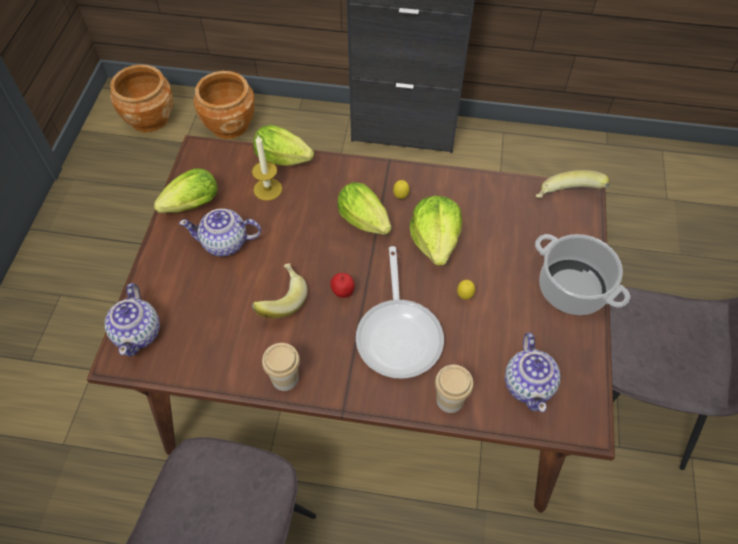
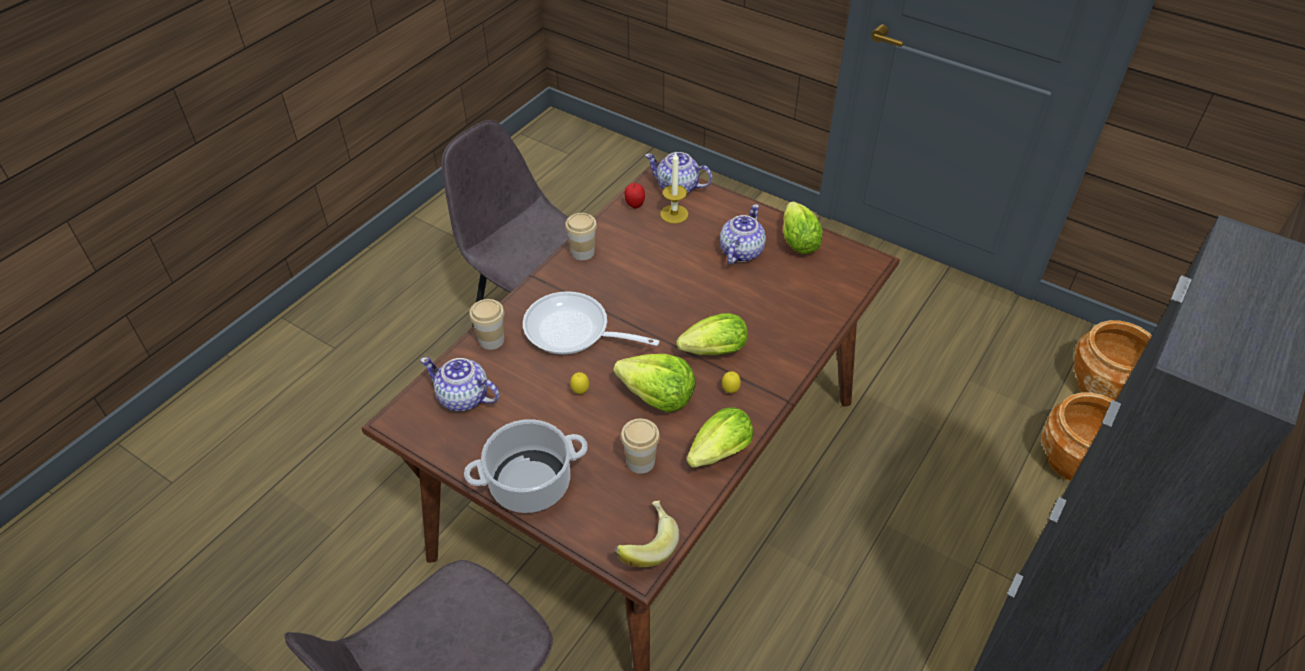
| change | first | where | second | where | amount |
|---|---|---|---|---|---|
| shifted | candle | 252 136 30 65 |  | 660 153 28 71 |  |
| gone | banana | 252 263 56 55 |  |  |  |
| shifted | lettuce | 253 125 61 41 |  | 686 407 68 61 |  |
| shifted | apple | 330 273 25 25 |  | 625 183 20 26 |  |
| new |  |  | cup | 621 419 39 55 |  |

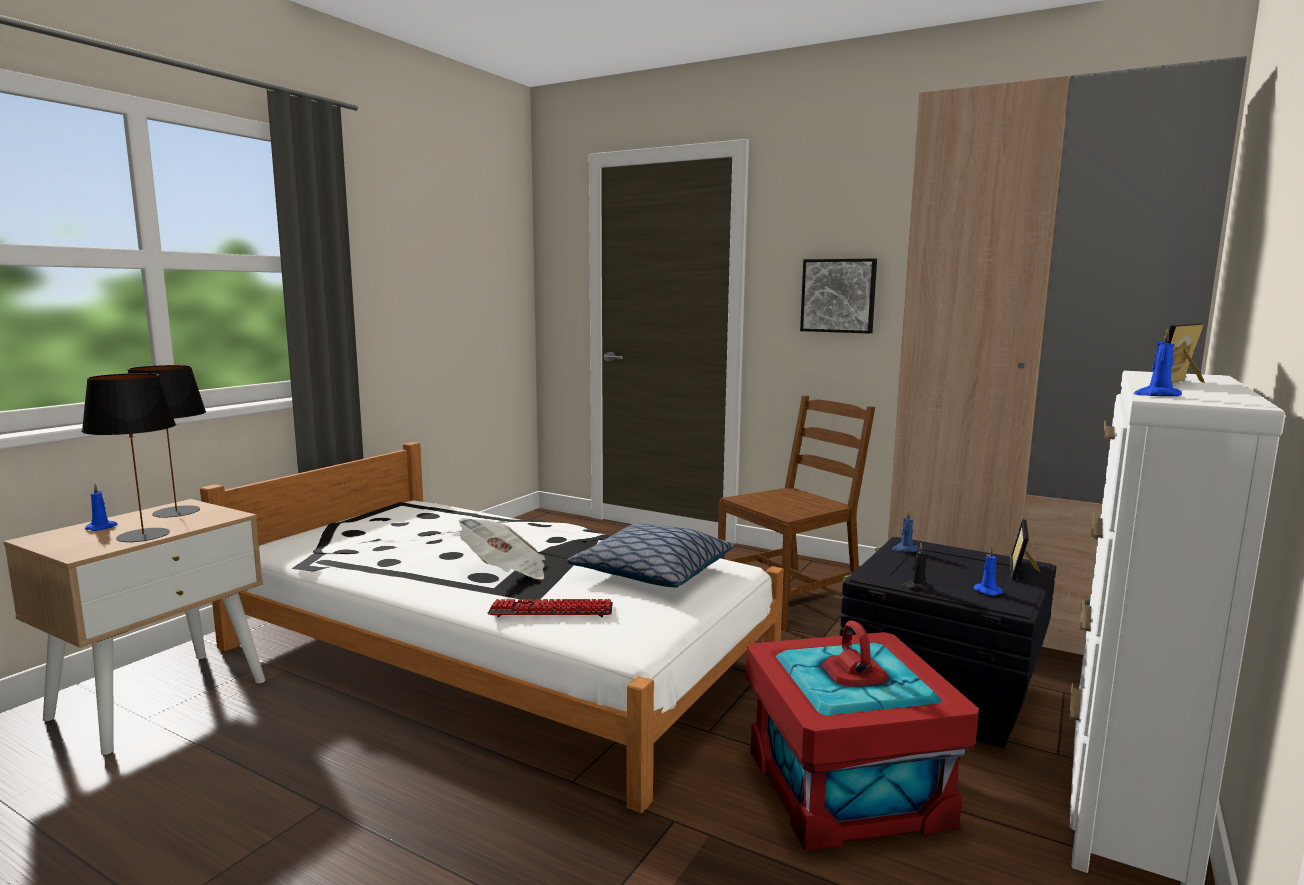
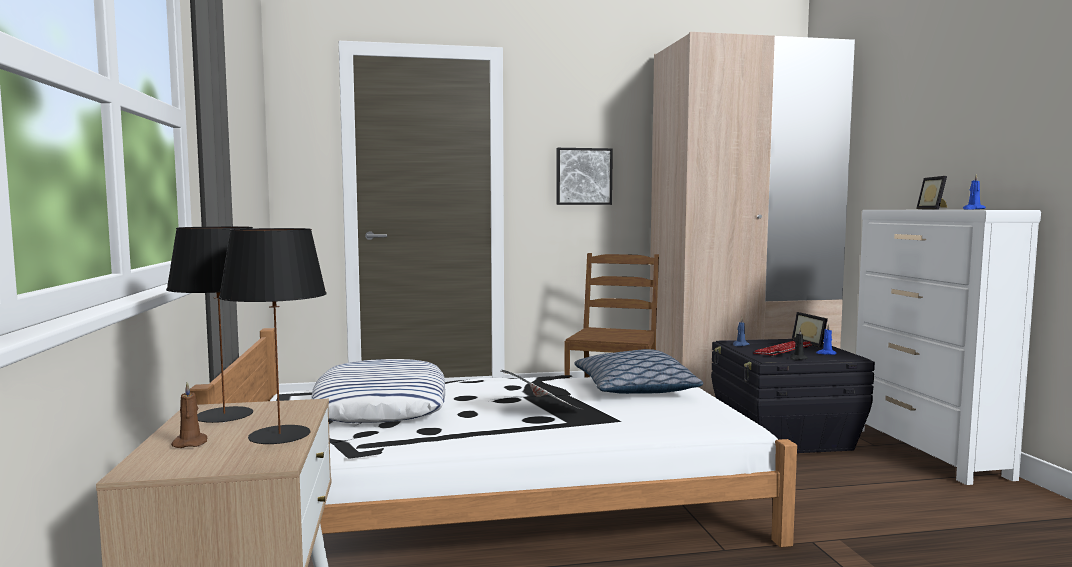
| change | first | where | second | where | amount |
|---|---|---|---|---|---|
| repainted | blue candle | 85 483 32 48 | brown candle | 171 382 37 66 |  |
| shifted | keyboard | 488 599 125 18 |  | 753 341 59 16 |  |
| gone | red storage box | 746 620 233 231 |  |  |  |
| new |  |  | pillow | 311 359 134 64 |  |

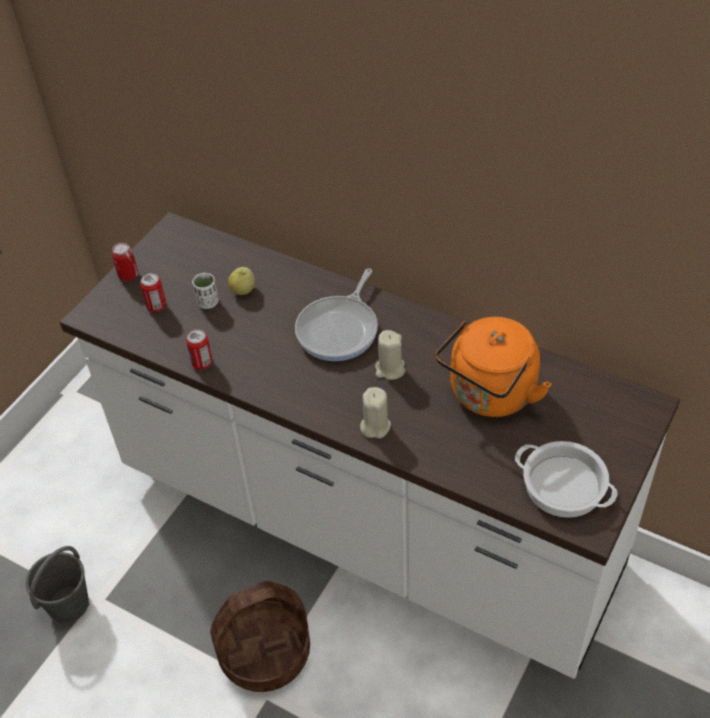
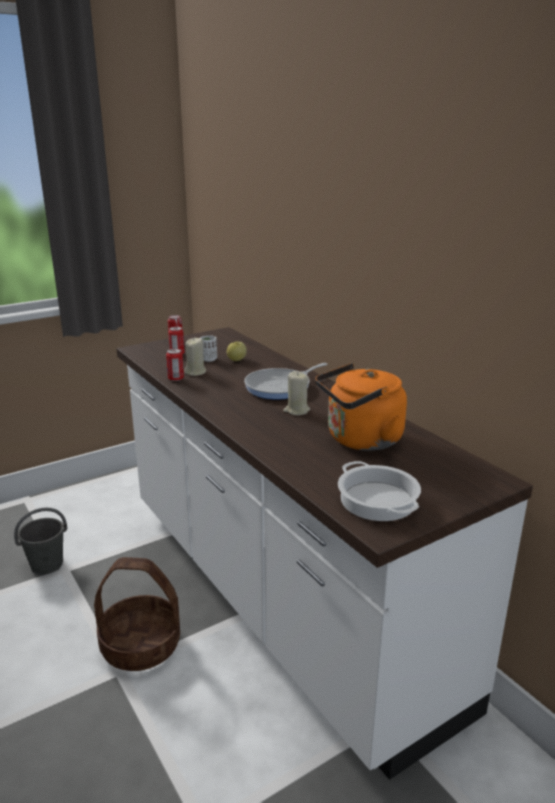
| change | first | where | second | where | amount |
|---|---|---|---|---|---|
| shifted | beige candle | 360 387 31 51 |  | 184 338 22 38 |  |

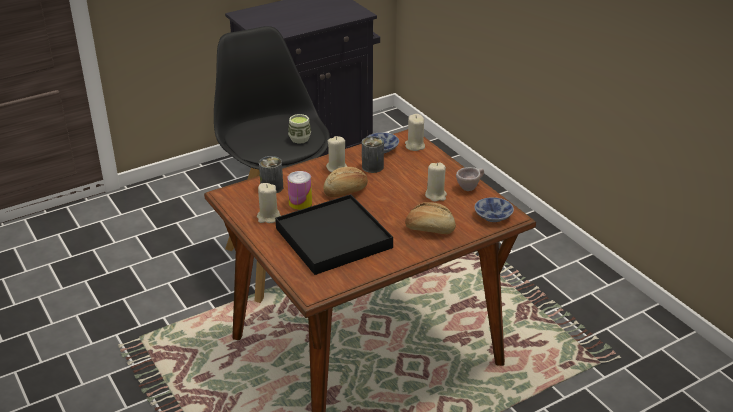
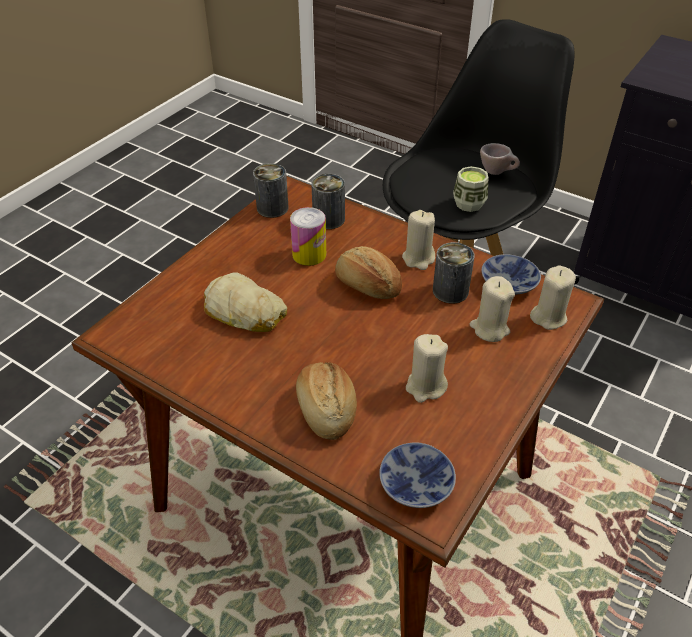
| change | first | where | second | where | amount |
|---|---|---|---|---|---|
| shifted | beige candle | 257 183 24 40 |  | 470 276 45 66 |  |
| swapped | black tray | 275 194 118 81 | bread | 204 272 83 60 |  |
| shifted | beige cup | 456 167 28 24 |  | 480 143 40 32 |  |
| new |  |  | can | 253 163 36 55 |  |

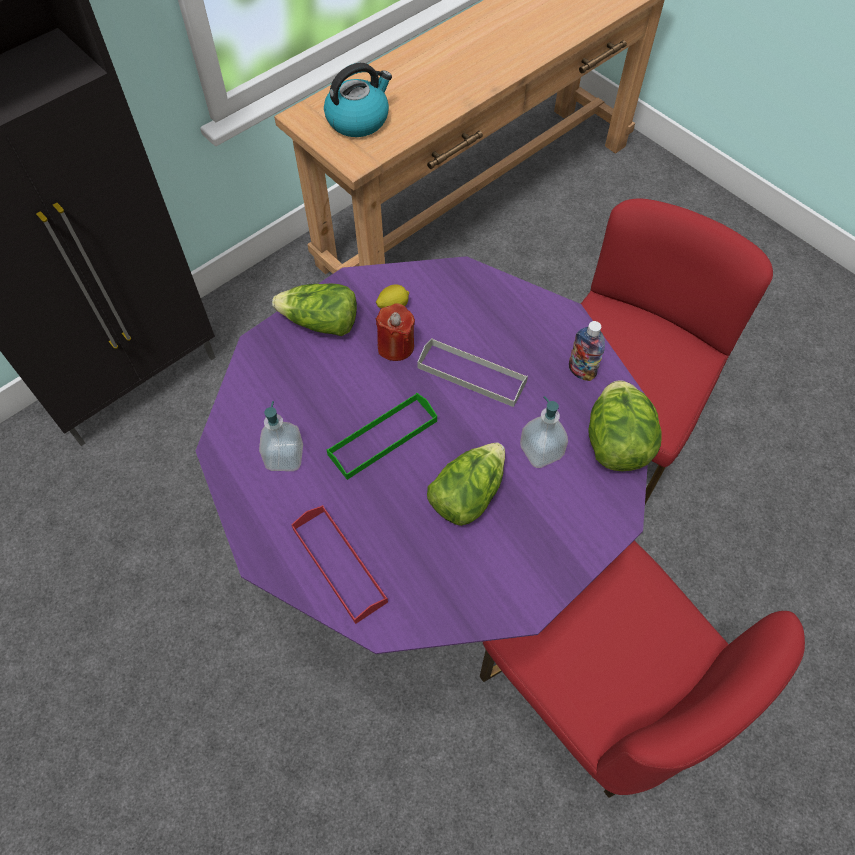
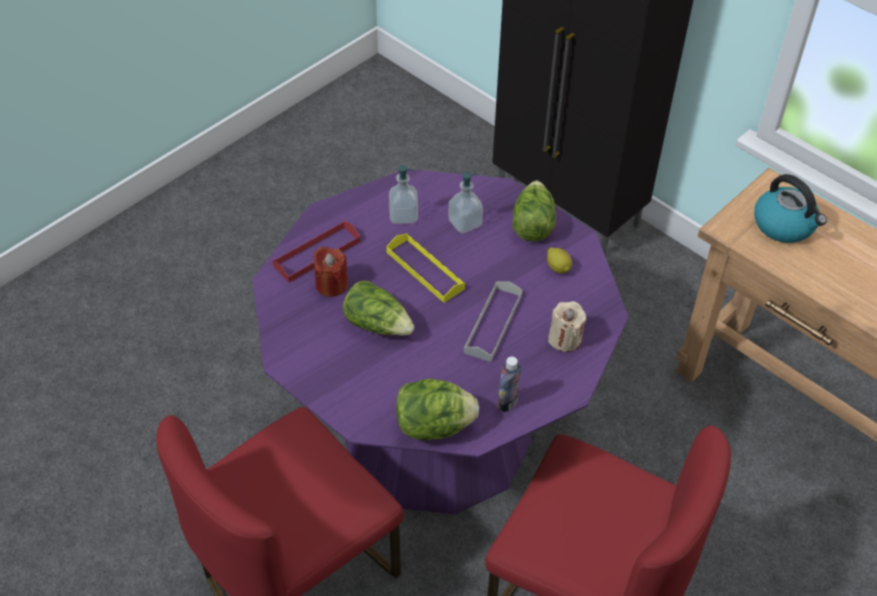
| change | first | where | second | where | amount |
|---|---|---|---|---|---|
| repainted | green tray | 326 393 111 87 | yellow tray | 386 234 79 69 |  |
| shifted | red candle | 376 303 39 58 |  | 313 247 35 50 |  |
| shifted | soap dispenser | 520 396 48 72 |  | 448 172 35 61 |  |
| new |  |  | beige candle | 548 301 39 51 |  |

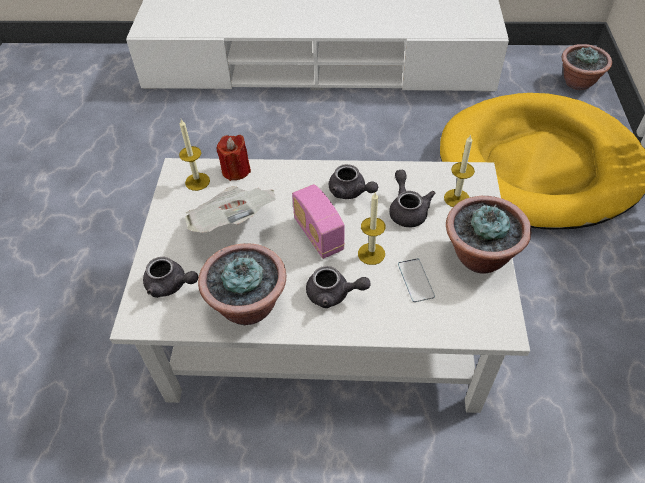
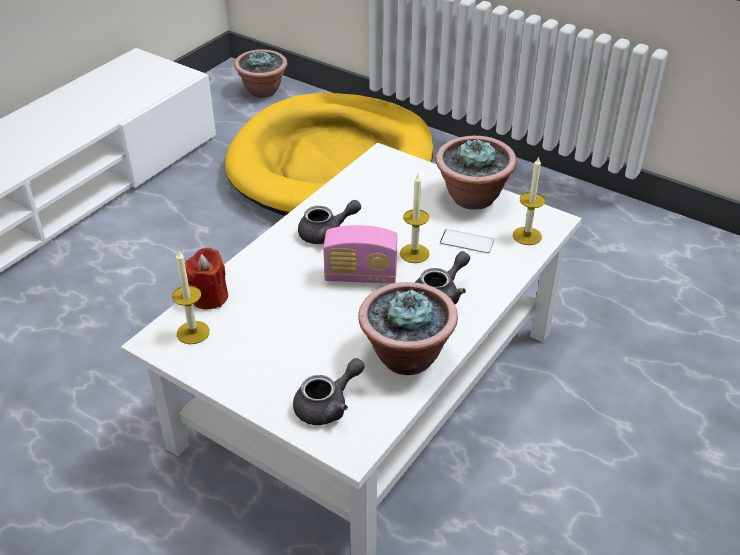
| change | first | where | second | where | amount |
|---|---|---|---|---|---|
| gone | newspaper | 185 186 91 47 |  |  |  |
| gone | grey teapot | 389 170 46 57 |  |  |  |
| shifted | candle | 444 134 31 73 |  | 513 156 32 89 |  |

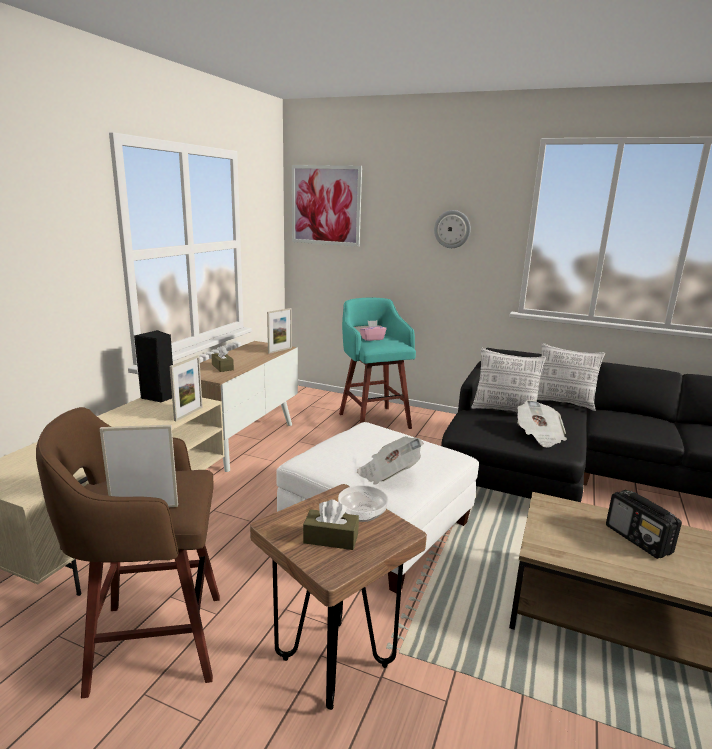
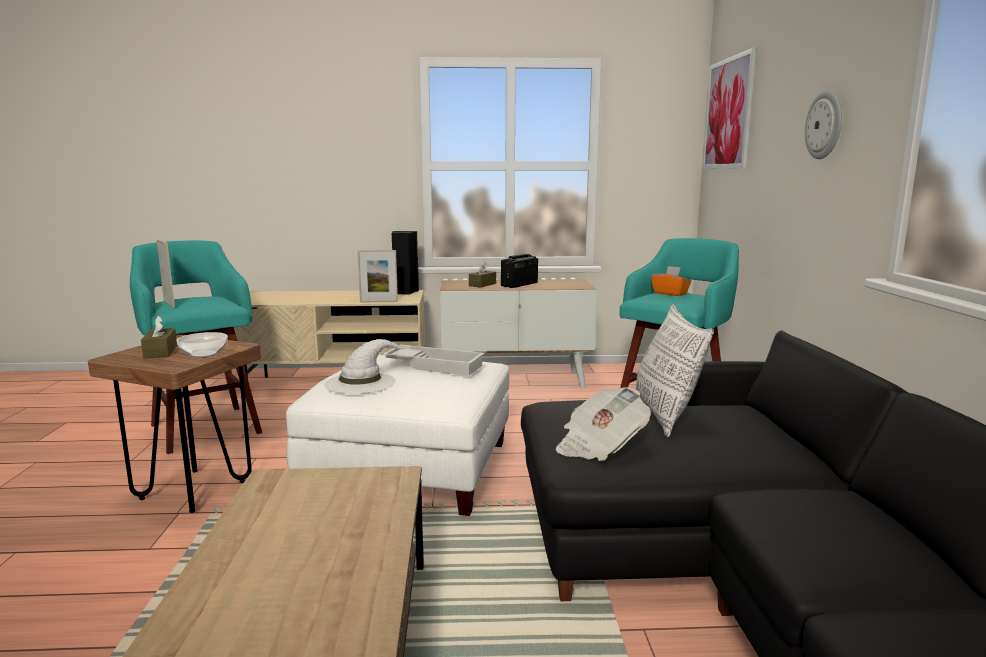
| change | first | where | second | where | amount |
|---|---|---|---|---|---|
| repainted | brown stool | 36 407 184 291 | turquoise stool | 130 241 132 213 |  |
| gone | picture frame | 267 308 25 46 |  |  |  |
| swapped | newspaper | 357 436 67 49 | white hat | 325 339 84 55 |  |
| repainted | pink tissue box | 360 320 26 21 | orange tissue box | 651 266 41 30 |  |
| gone | pillow | 537 343 68 68 |  |  |  |
| shifted | radio | 606 490 76 69 |  | 501 254 37 34 |  |
| new |  |  | white tray | 382 345 103 31 |  |

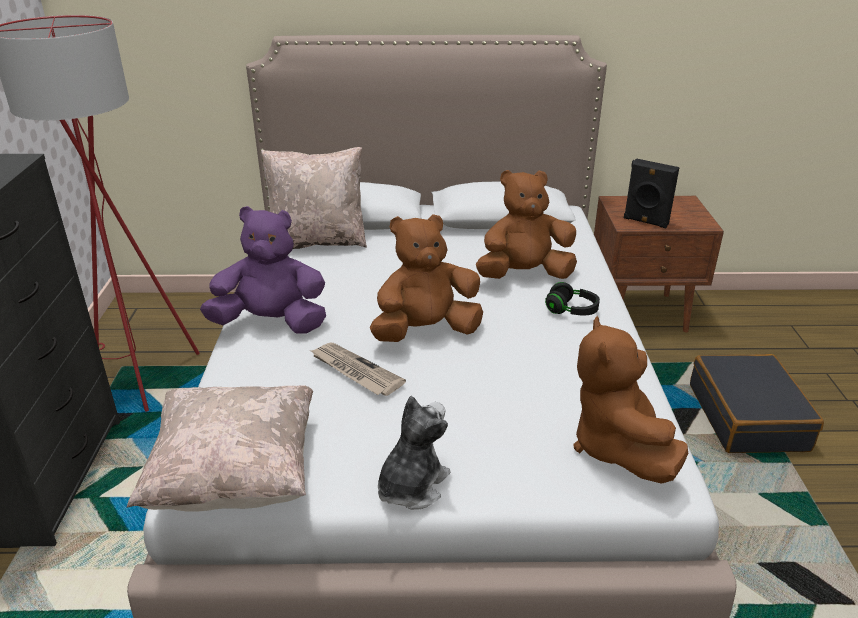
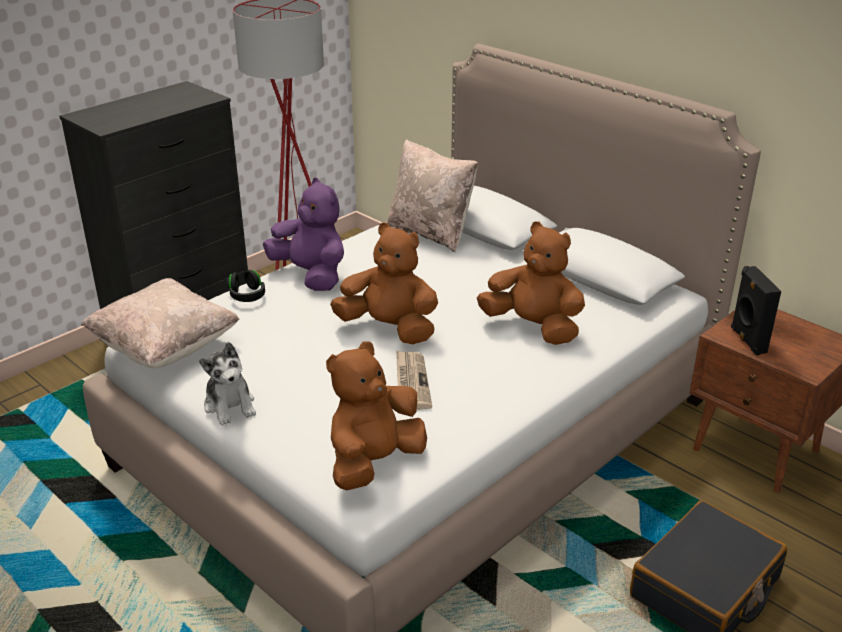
| change | first | where | second | where | amount |
|---|---|---|---|---|---|
| shifted | newspaper | 310 343 96 53 |  | 396 350 36 60 |  |
| rotated | plush toy | 378 396 73 114 |  | 199 342 57 83 | 75 degrees clockwise |
| shifted | black headphones | 545 282 55 33 |  | 227 270 38 32 |  |

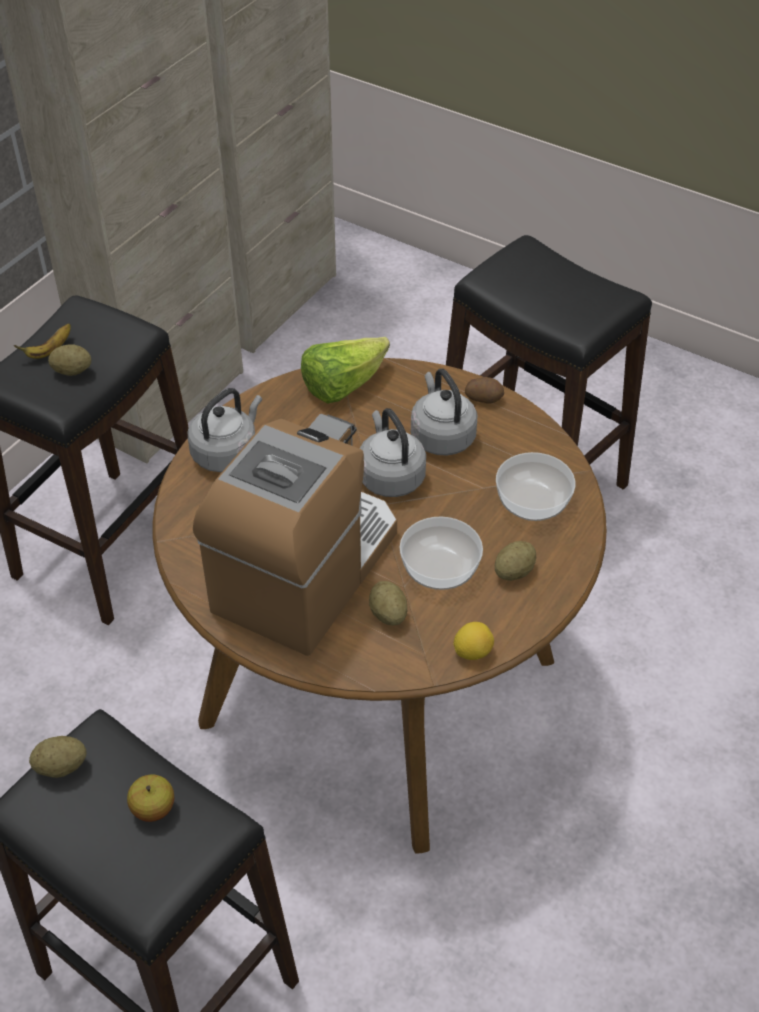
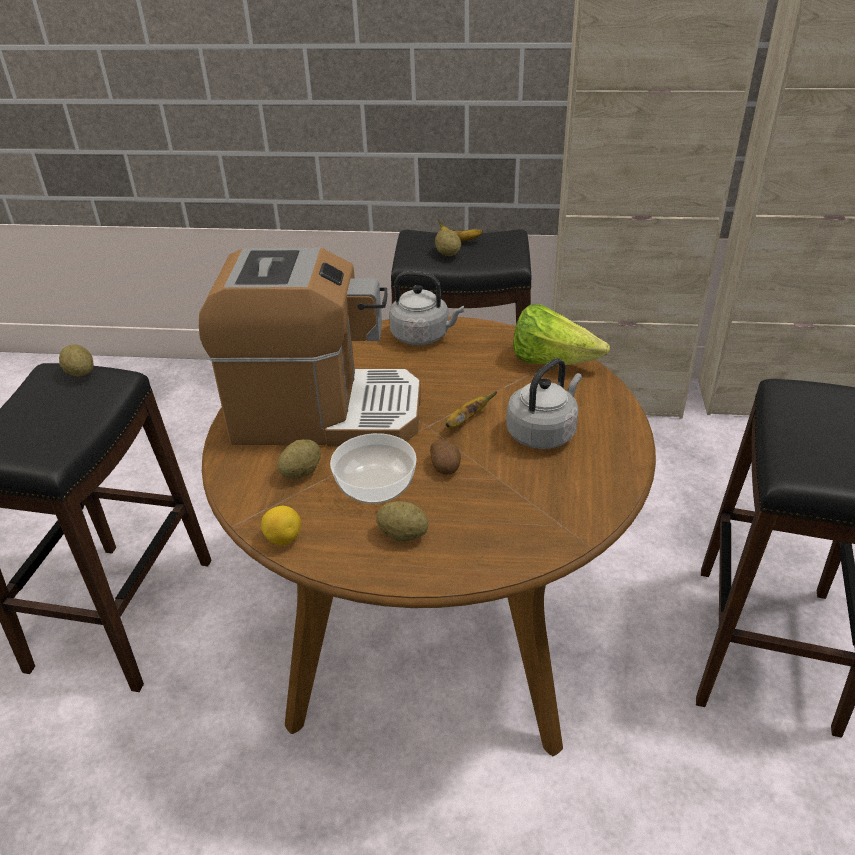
| change | first | where | second | where | amount |
|---|---|---|---|---|---|
| gone | apple | 127 775 47 47 |  |  |  |
| swapped | grey kettle | 360 408 66 89 | banana | 445 391 52 38 |  |
| shifted | potato | 465 377 39 27 |  | 430 439 31 36 |  |
| gone | bowl | 496 452 79 69 |  |  |  |

